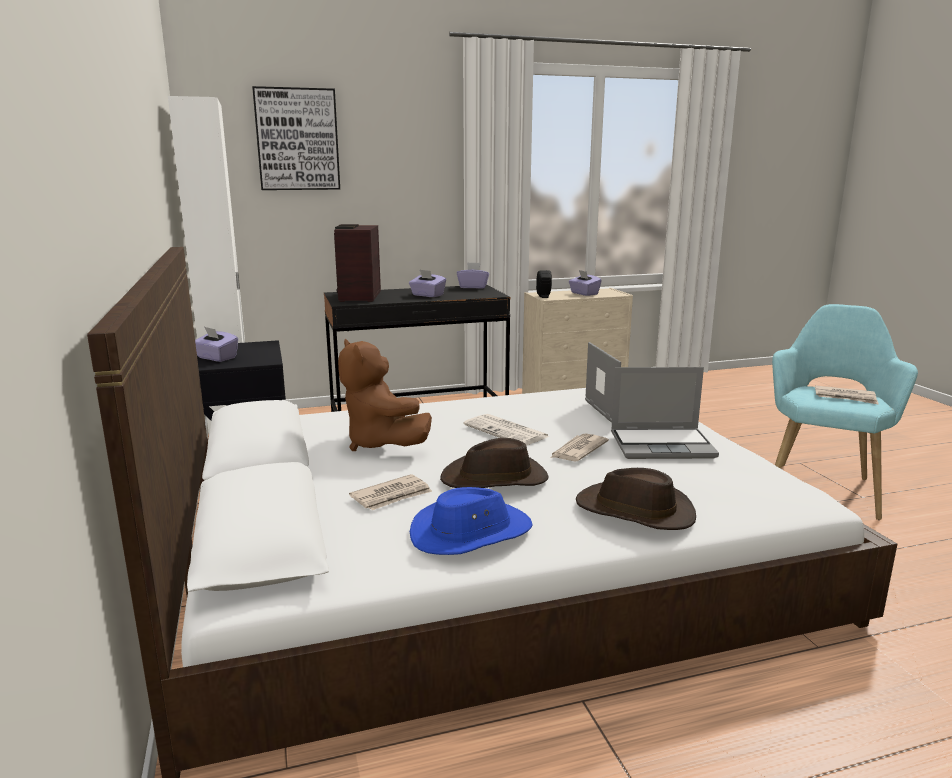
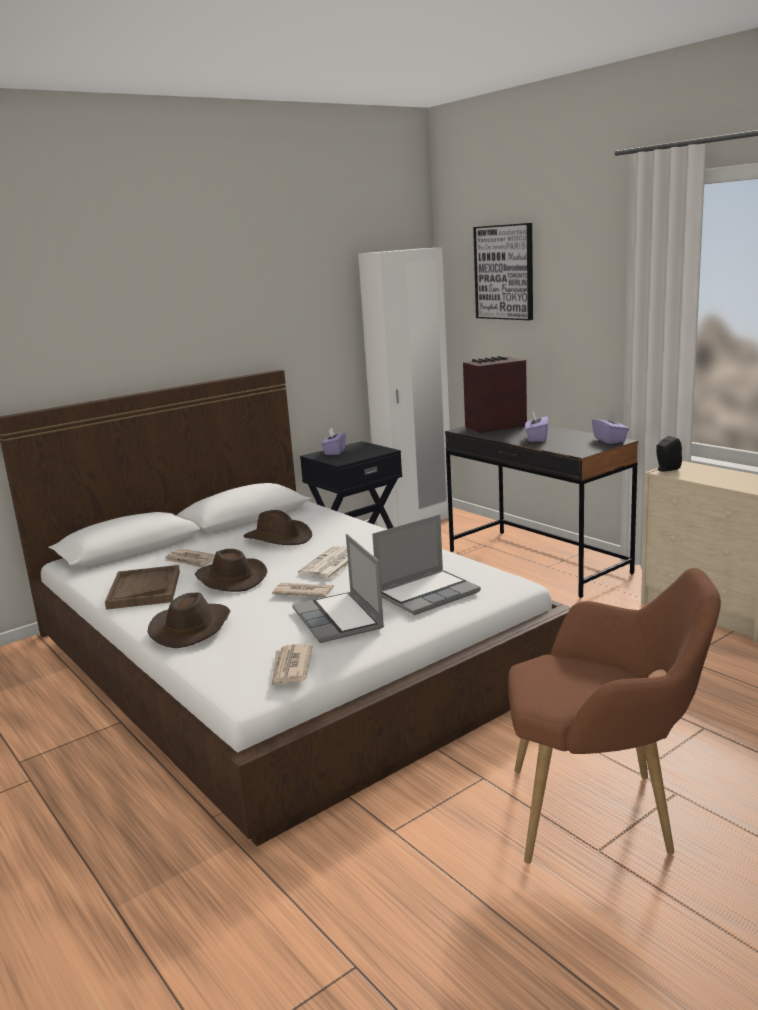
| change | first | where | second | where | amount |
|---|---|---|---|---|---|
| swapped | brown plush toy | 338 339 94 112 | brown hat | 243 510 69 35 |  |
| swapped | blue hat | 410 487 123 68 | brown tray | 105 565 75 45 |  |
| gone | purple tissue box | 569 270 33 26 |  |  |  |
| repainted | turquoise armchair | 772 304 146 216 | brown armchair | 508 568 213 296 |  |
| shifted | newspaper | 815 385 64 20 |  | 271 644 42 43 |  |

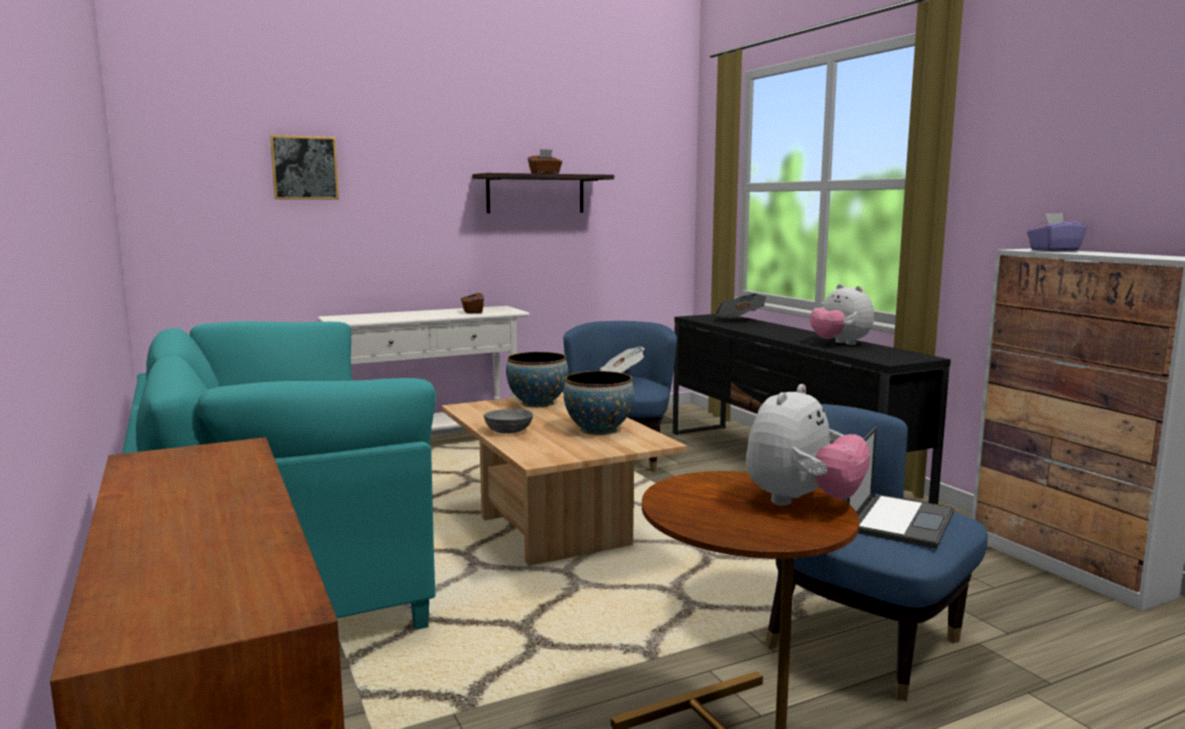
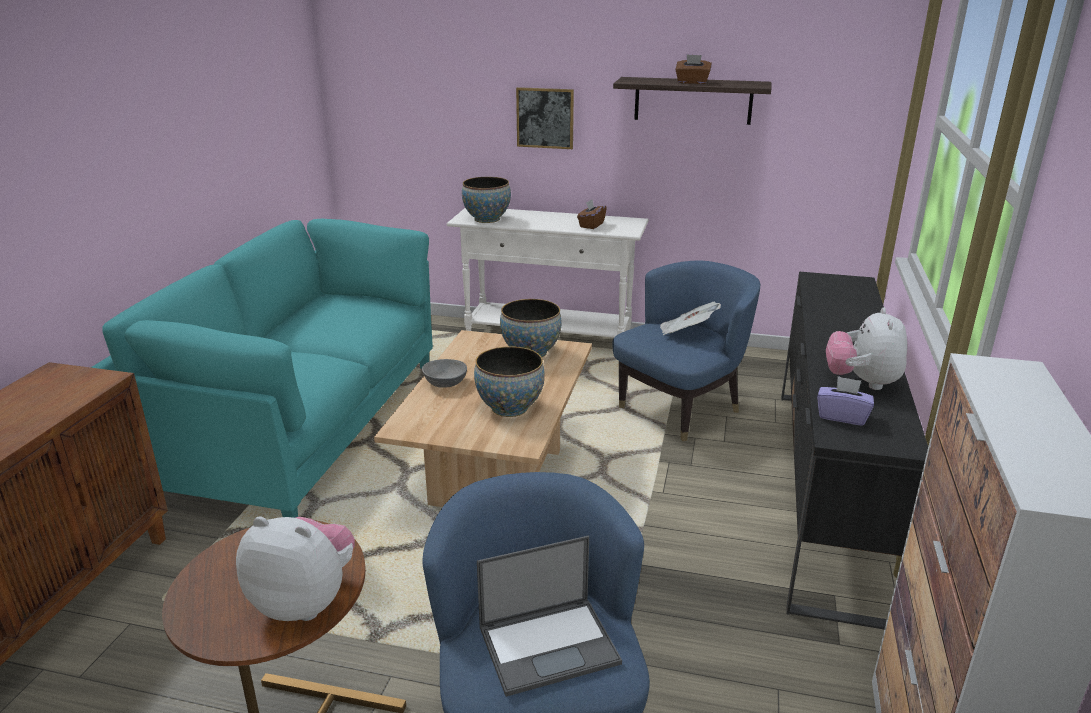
| change | first | where | second | where | amount |
|---|---|---|---|---|---|
| shifted | picture | 270 135 69 64 |  | 516 87 58 62 |  |
| gone | newspaper | 715 294 51 23 |  |  |  |
| rotated | plush toy | 746 384 125 122 |  | 236 516 119 105 | 150 degrees counterclockwise |
| shifted | purple tissue box | 1027 213 60 38 |  | 817 376 57 50 |  |
| new |  |  | bowl | 462 177 49 46 |  |

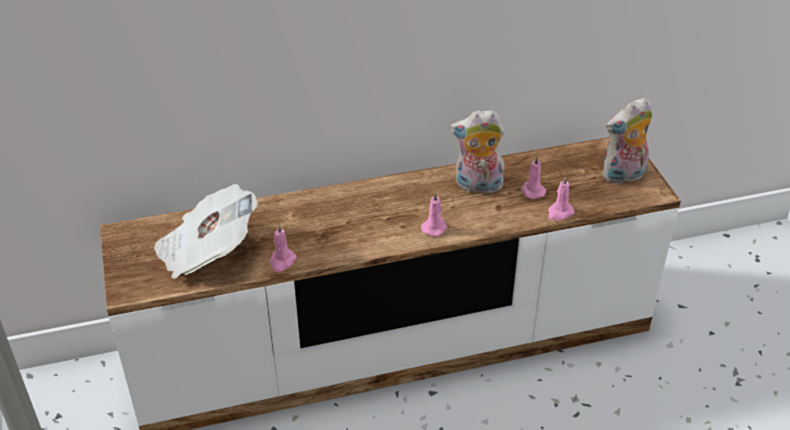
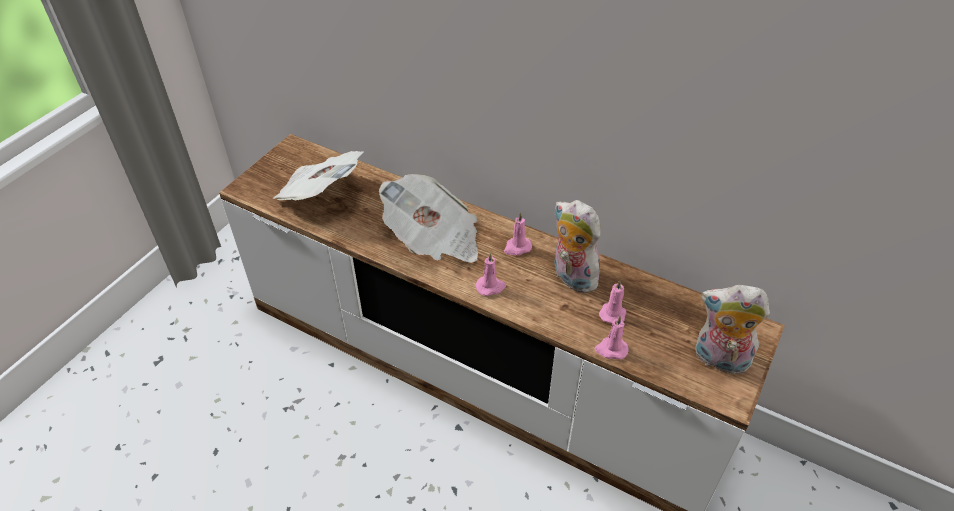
| change | first | where | second | where | amount |
|---|---|---|---|---|---|
| shifted | pink candle | 269 225 27 47 |  | 504 213 28 42 |  |
| new |  |  | newspaper | 379 174 99 89 |  |

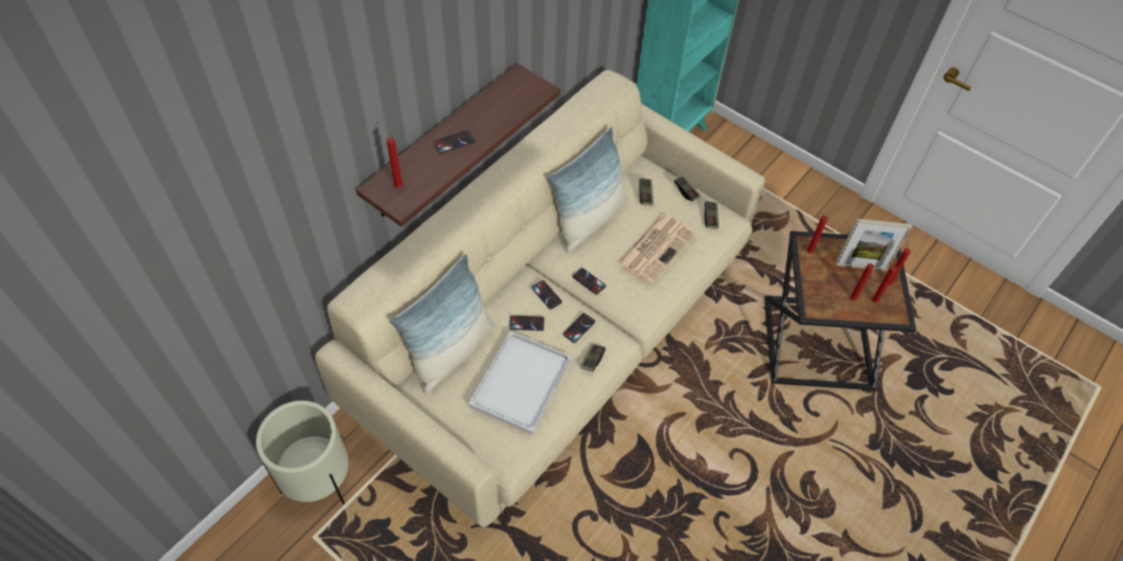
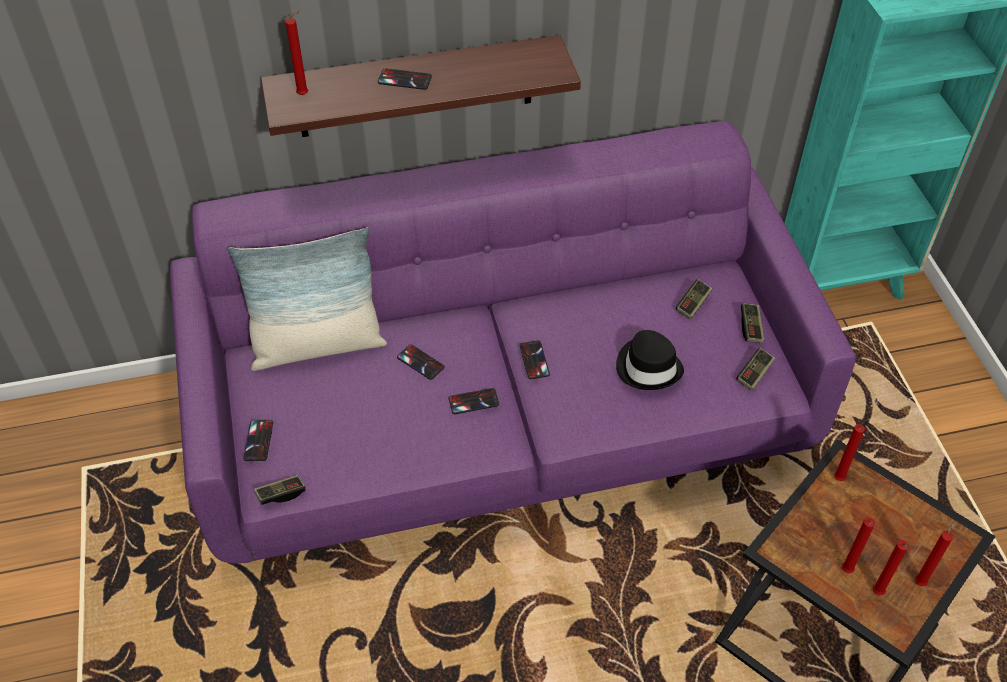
| change | first | where | second | where | amount |
|---|---|---|---|---|---|
| gone | beige planter | 256 401 93 104 |  |  |  |
| repainted | beige sofa | 315 70 450 457 | purple sofa | 170 121 686 442 |  |
| gone | white tray | 468 331 104 104 |  |  |  |
| shifted | phone | 531 280 31 30 |  | 243 420 30 41 |  |
| gone | pillow | 547 127 81 126 |  |  |  |
| shifted | game controller | 580 344 26 28 |  | 254 475 51 30 |  |
| swapped | newspaper | 617 214 78 70 | black hat | 616 330 68 60 |  |
| gone | picture frame | 835 219 77 52 |  |  |  |

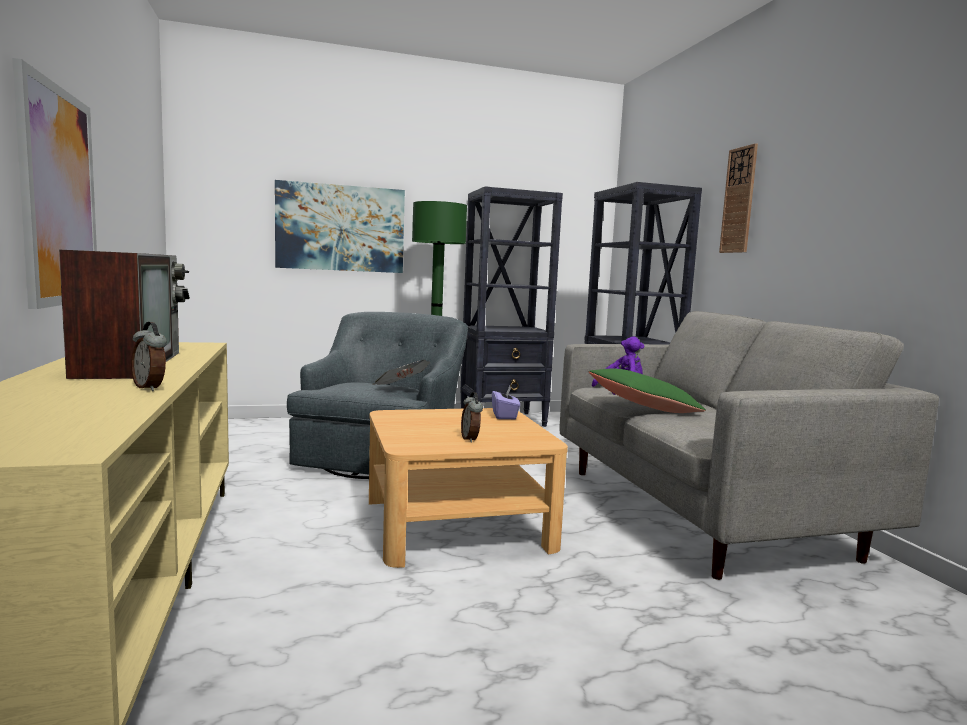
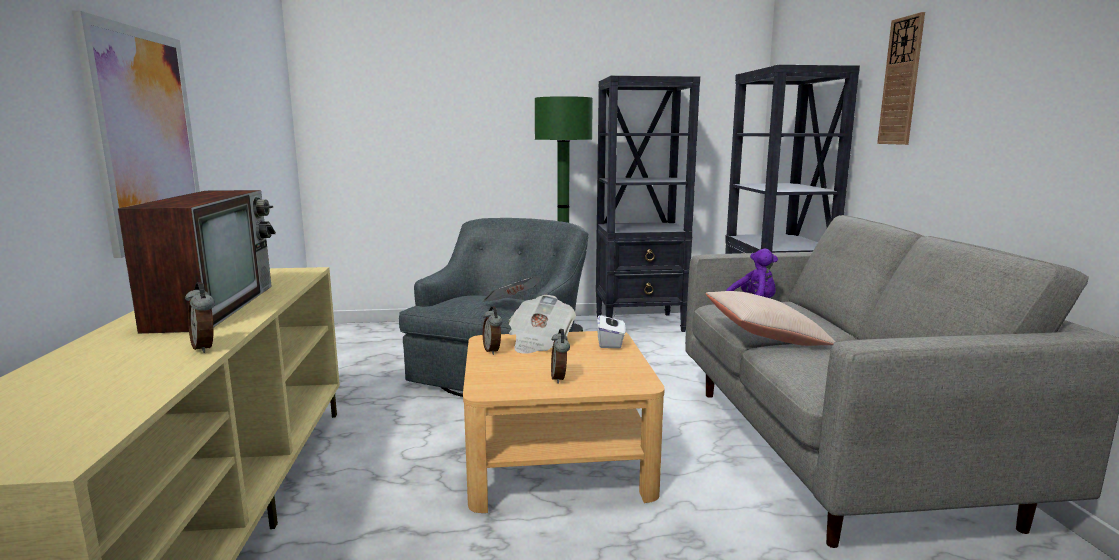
| change | first | where | second | where | amount |
|---|---|---|---|---|---|
| gone | picture | 275 180 130 93 |  |  |  |
| repainted | purple tissue box | 492 386 28 33 | white tissue box | 597 311 28 37 |  |
| repainted | green pillow | 589 369 117 44 | beige pillow | 706 291 129 55 |  |
| new |  |  | alarm clock | 483 306 19 49 |  |
| new |  |  | newspaper | 508 295 68 59 |  |

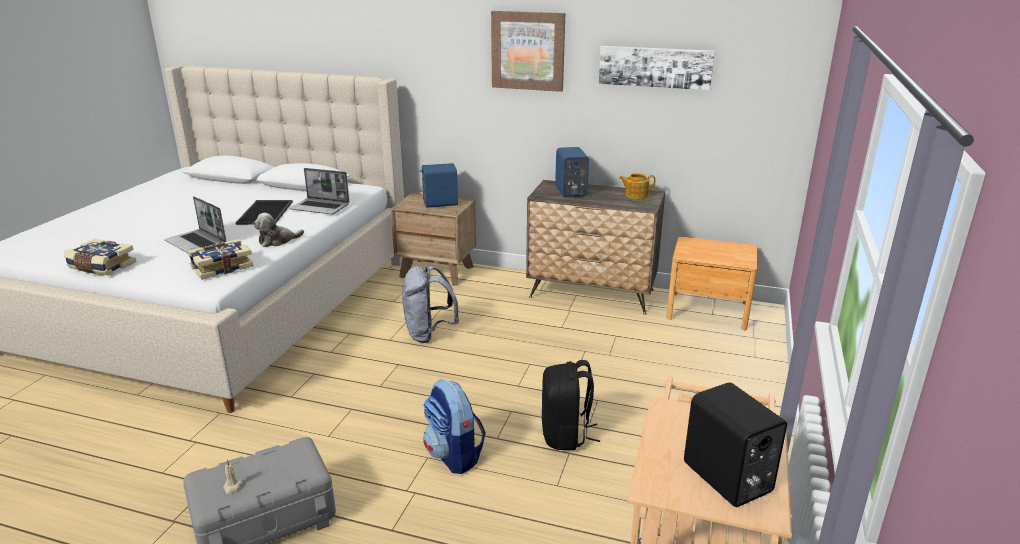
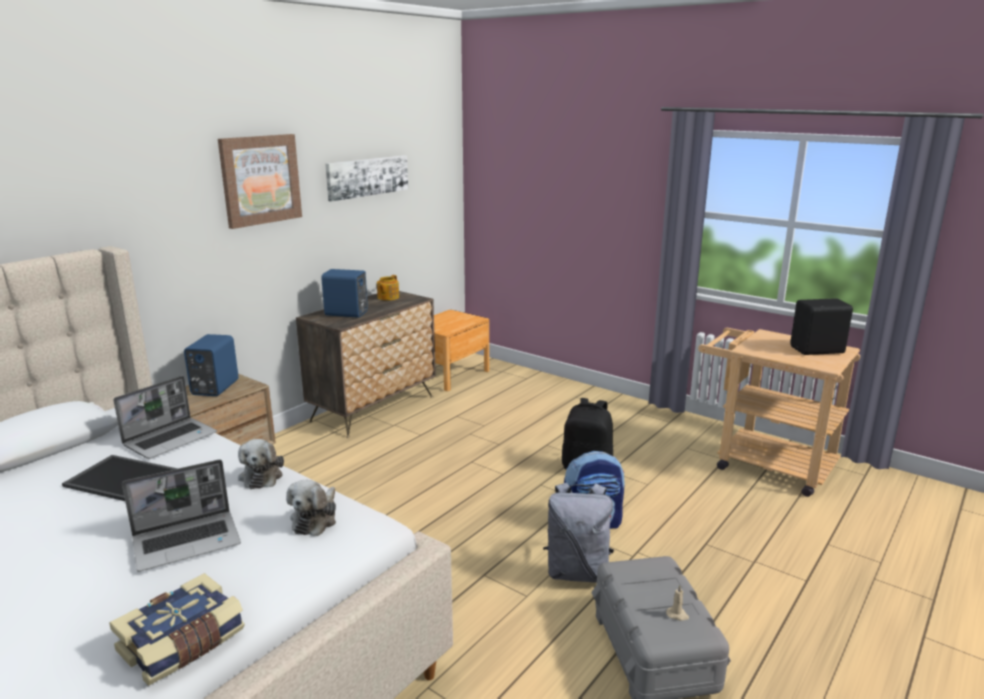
| change | first | where | second | where | amount |
|---|---|---|---|---|---|
| swapped | book | 188 239 66 41 | plush toy | 286 479 50 57 |  |
| shifted | grey backpack | 402 266 57 77 |  | 543 482 71 101 |  |

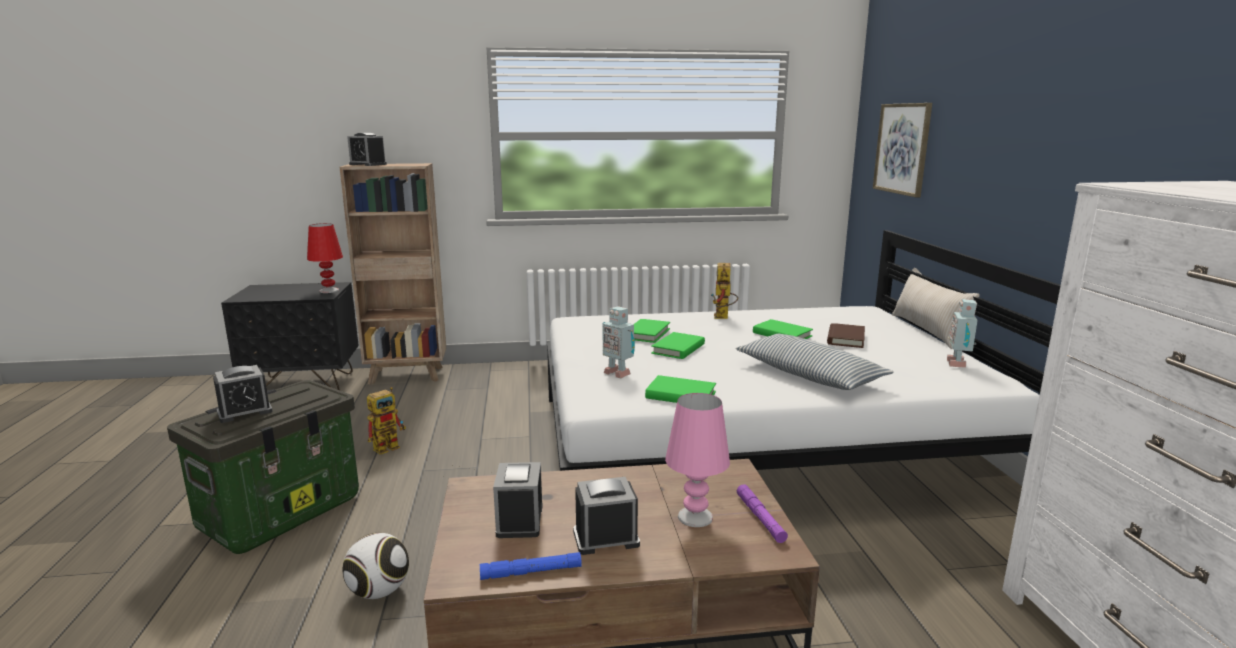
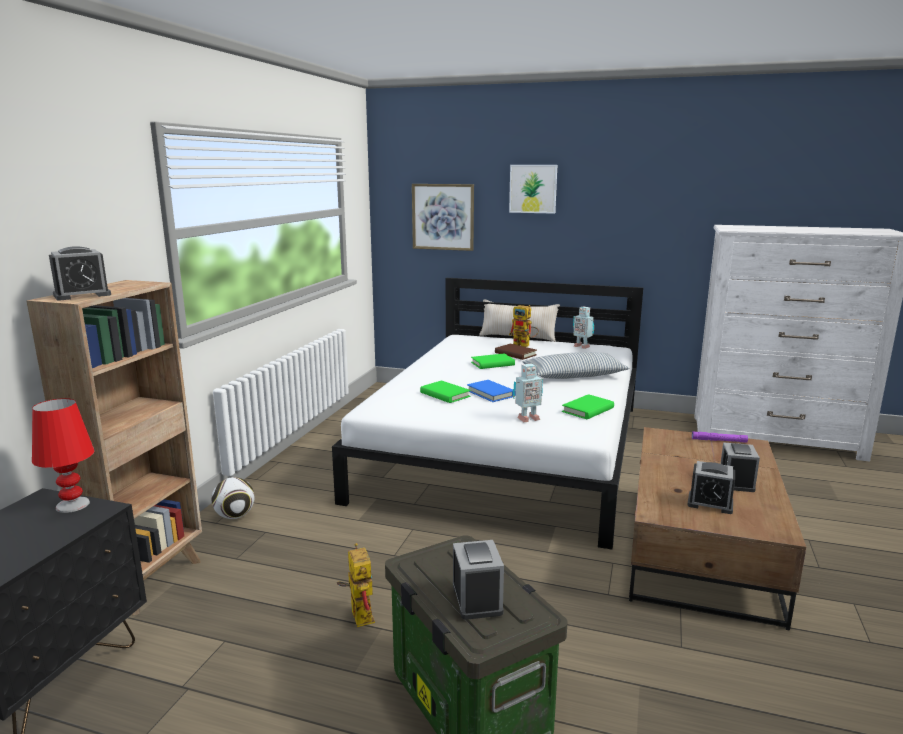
| change | first | where | second | where | amount |
|---|---|---|---|---|---|
| shifted | football | 342 533 67 66 |  | 211 477 44 42 |  |
| gone | blue flashlight | 480 552 102 28 |  |  |  |
| repainted | green book | 651 332 54 27 | blue book | 467 380 49 22 |  |
| gone | pink table lamp | 665 393 65 134 |  |  |  |
| shifted | toy robot | 711 263 27 56 |  | 509 305 30 42 |  |
| new |  |  | picture | 509 165 48 49 |  |

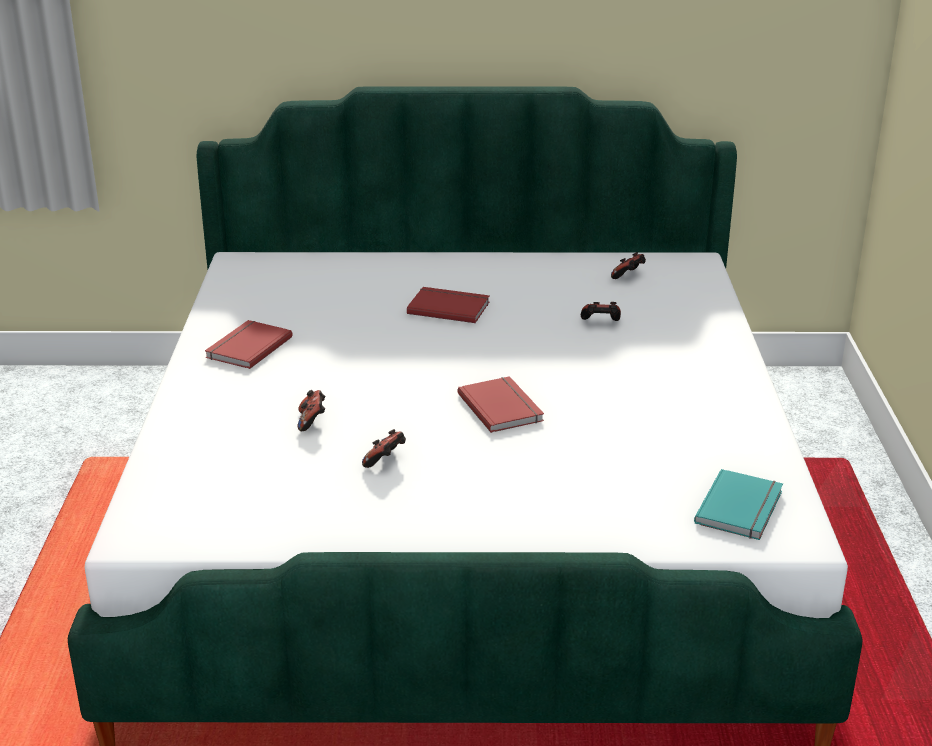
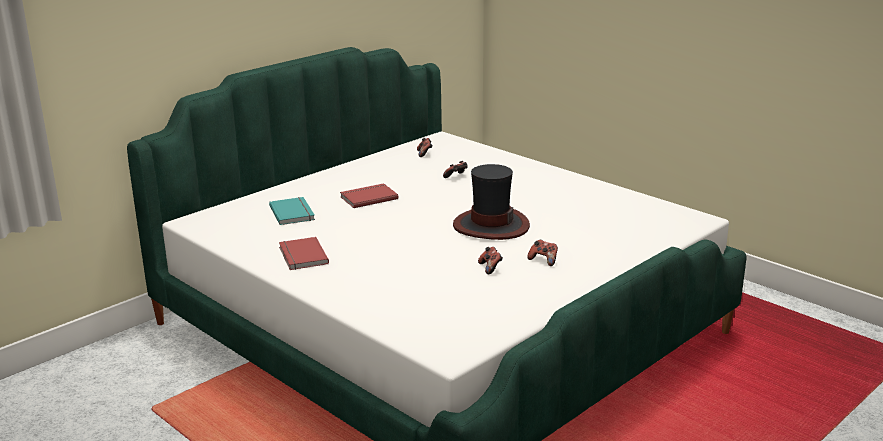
| change | first | where | second | where | amount |
|---|---|---|---|---|---|
| shifted | game controller | 298 390 27 41 |  | 527 240 31 26 |  |
| swapped | red book | 458 376 86 57 | hat | 453 164 77 76 |  |
| shifted | turquoise book | 694 469 89 71 |  | 269 197 46 28 |  |

